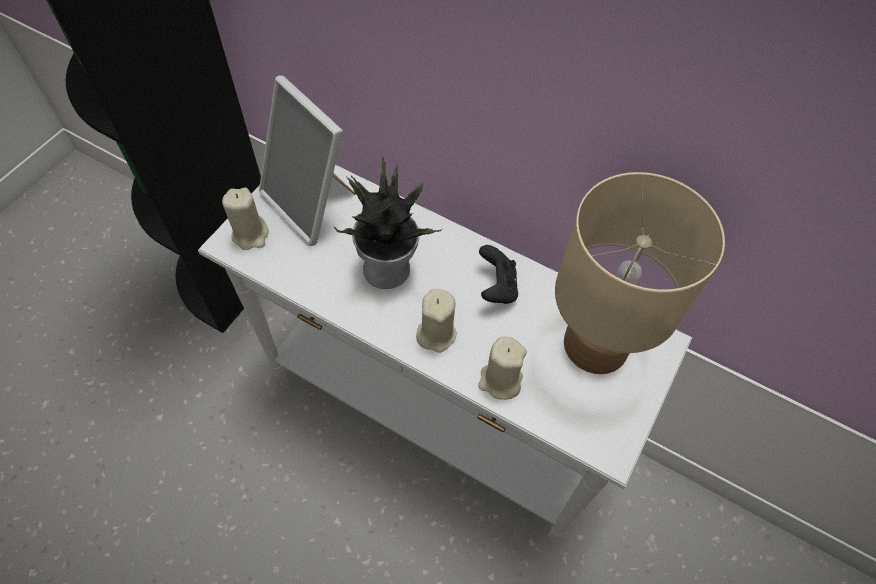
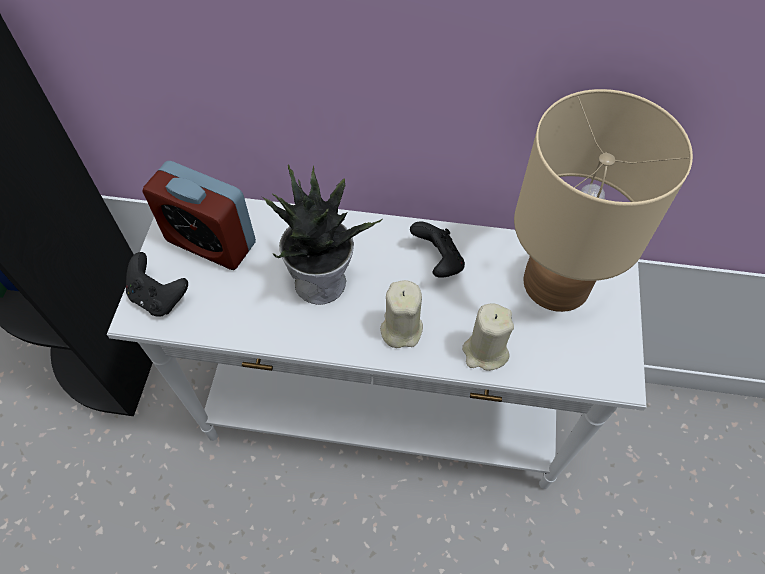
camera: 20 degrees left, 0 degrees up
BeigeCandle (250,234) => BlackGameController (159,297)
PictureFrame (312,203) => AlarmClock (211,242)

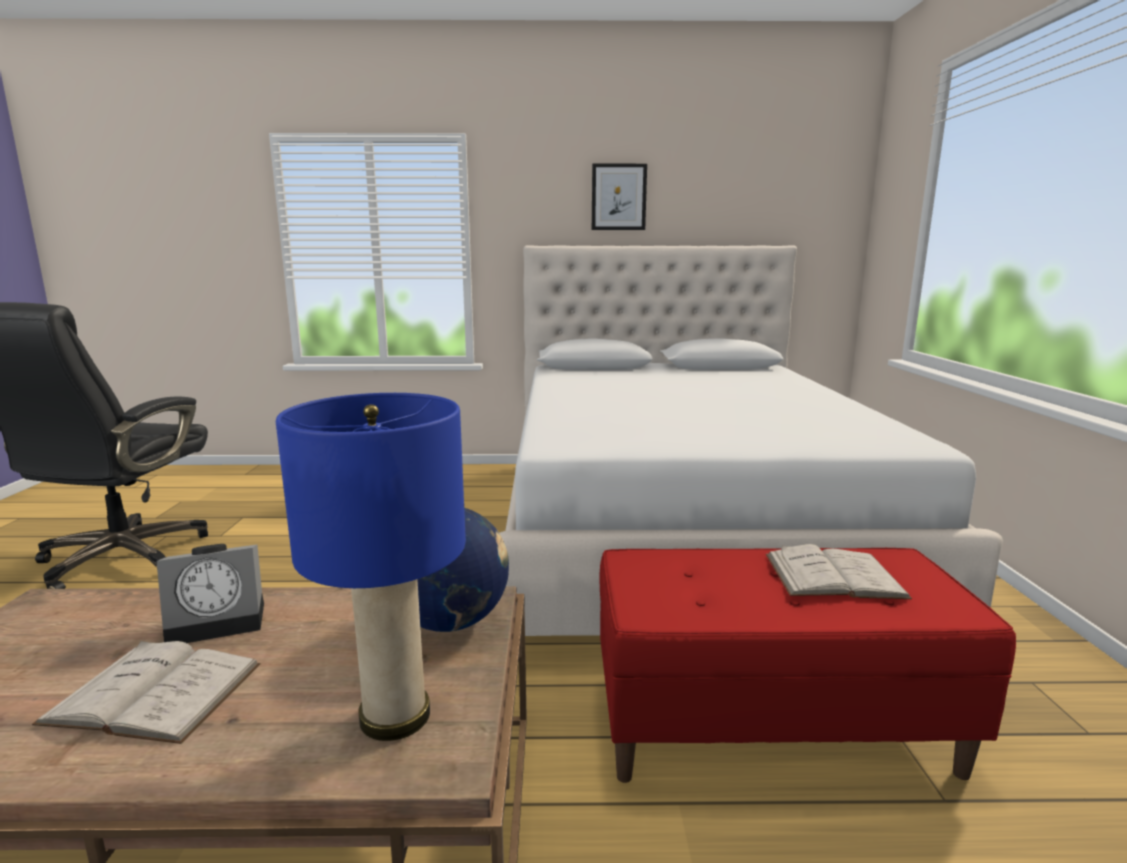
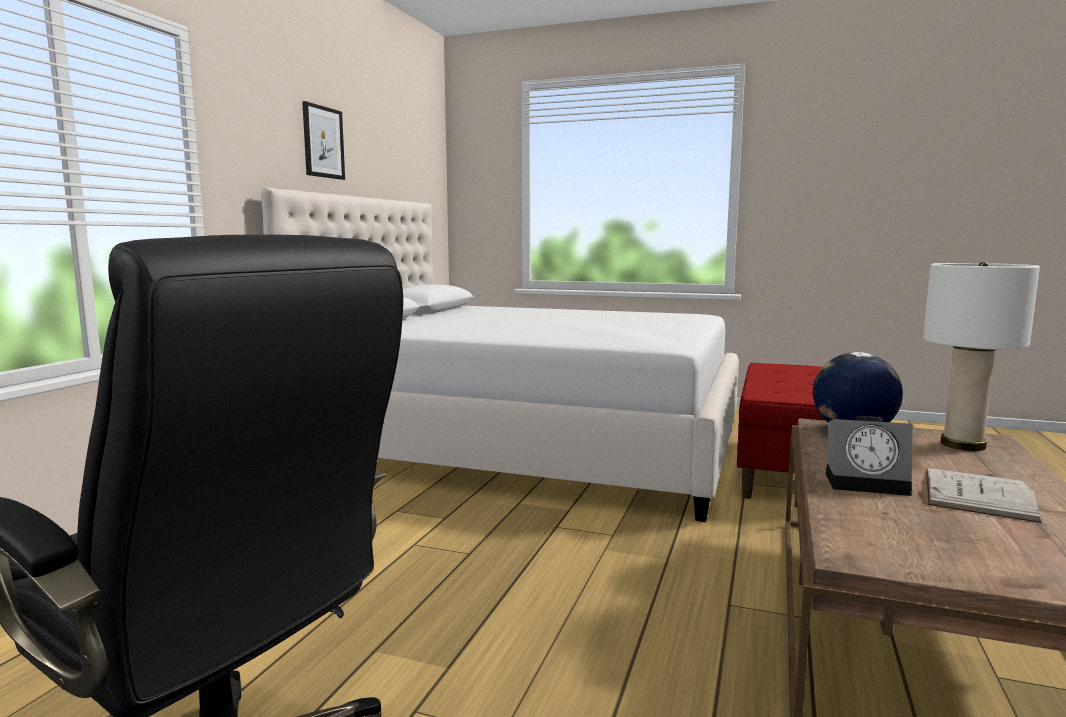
camera: 70 degrees left, 5 degrees down
AlarmClock (221,620) => AlarmClock (868,483), 105 degrees clockwise
BlueTableLamp (394,716) => WhiteTableLamp (962,445)
WhiteBook (833,575) => nothing

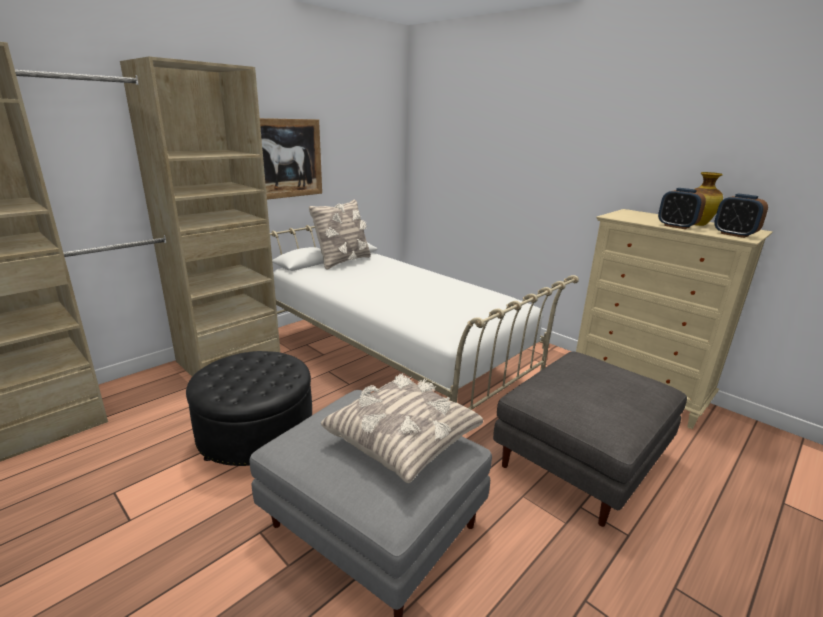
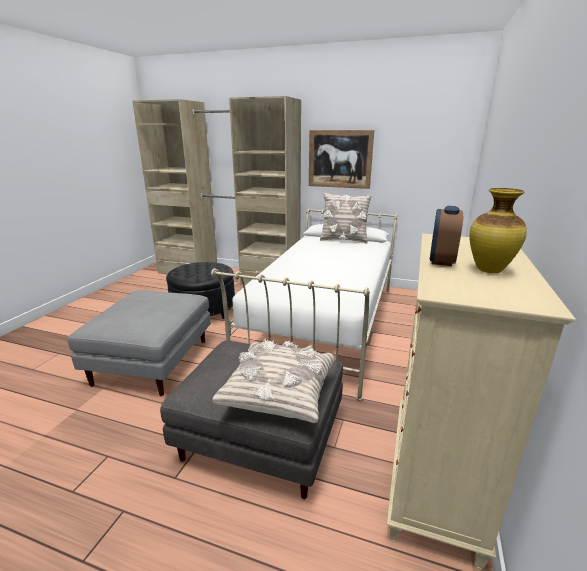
camera: 65 degrees right, 0 degrees up
BeigePillow (402,443) => BeigePillow (279,395), shifted
AlarmClock (734,234) => nothing

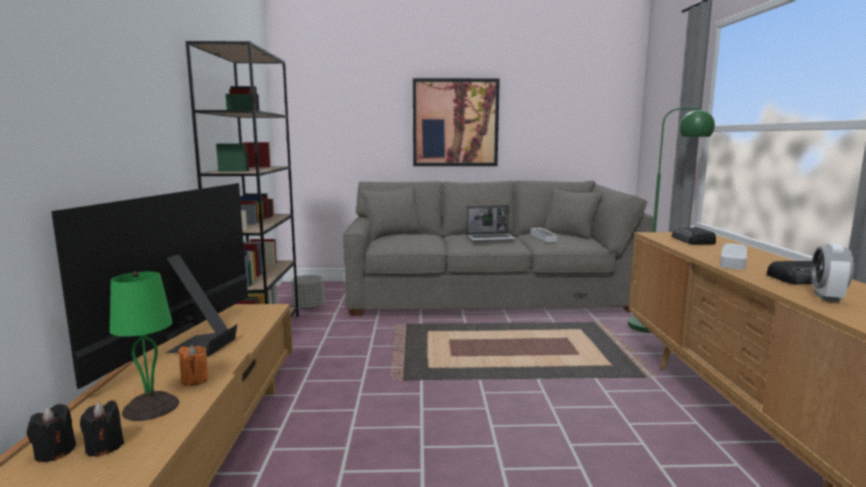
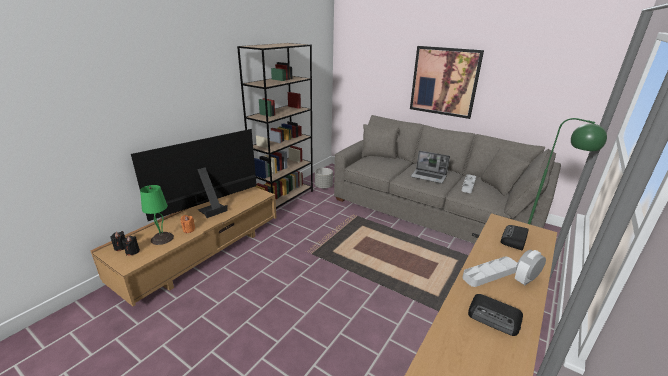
camera: 35 degrees right, 15 degrees up
AlarmClock (827,297) => AlarmClock (525,279), shifted

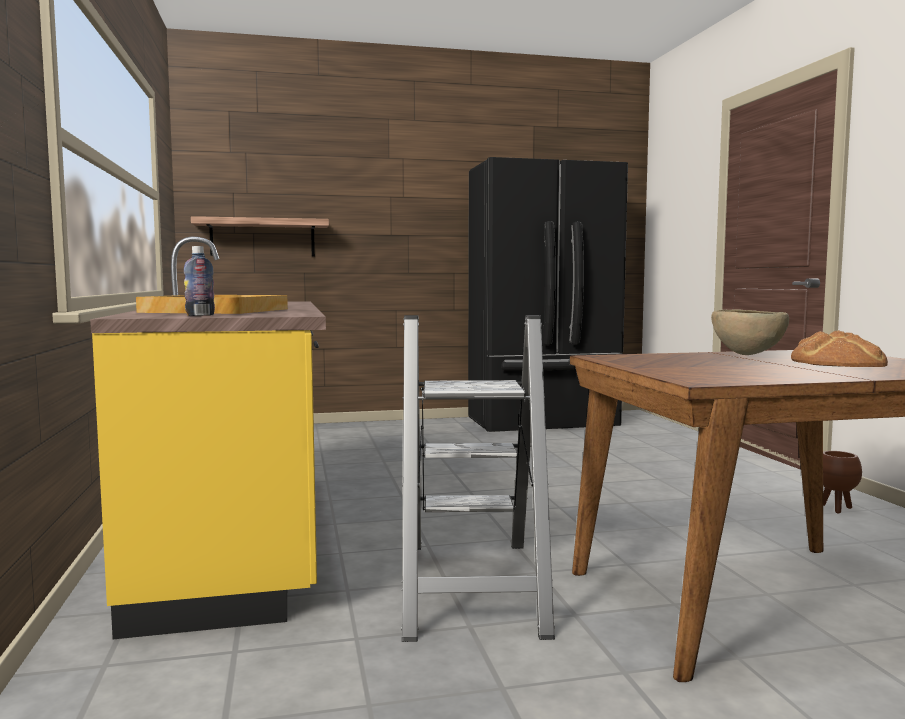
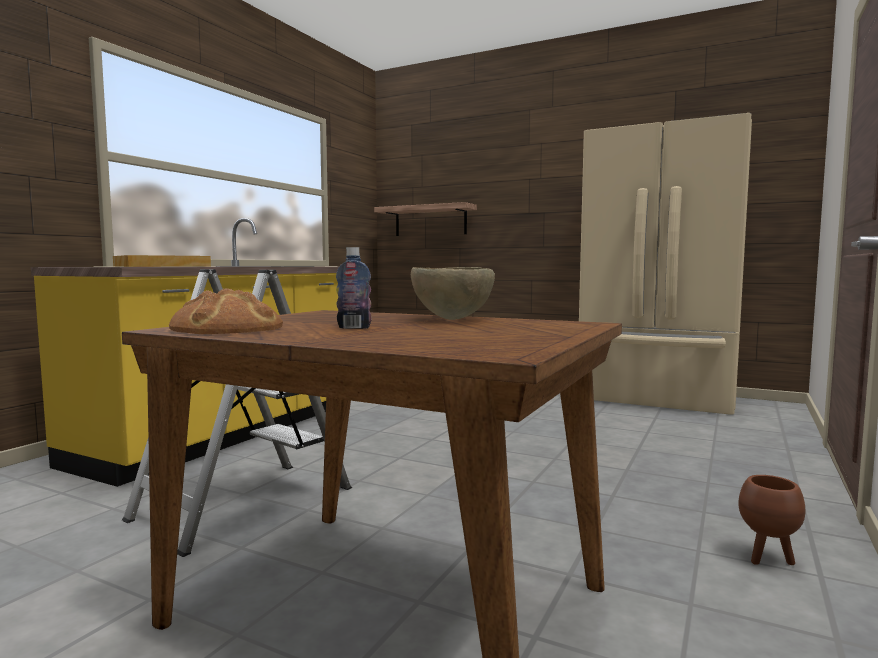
camera: 40 degrees right, 0 degrees up
Bread (837,362) => Bread (228,328), shifted
Bottle (200,315) => Bottle (354,328), shifted
BlackFridge (545,422) => BeigeFridge (655,399)

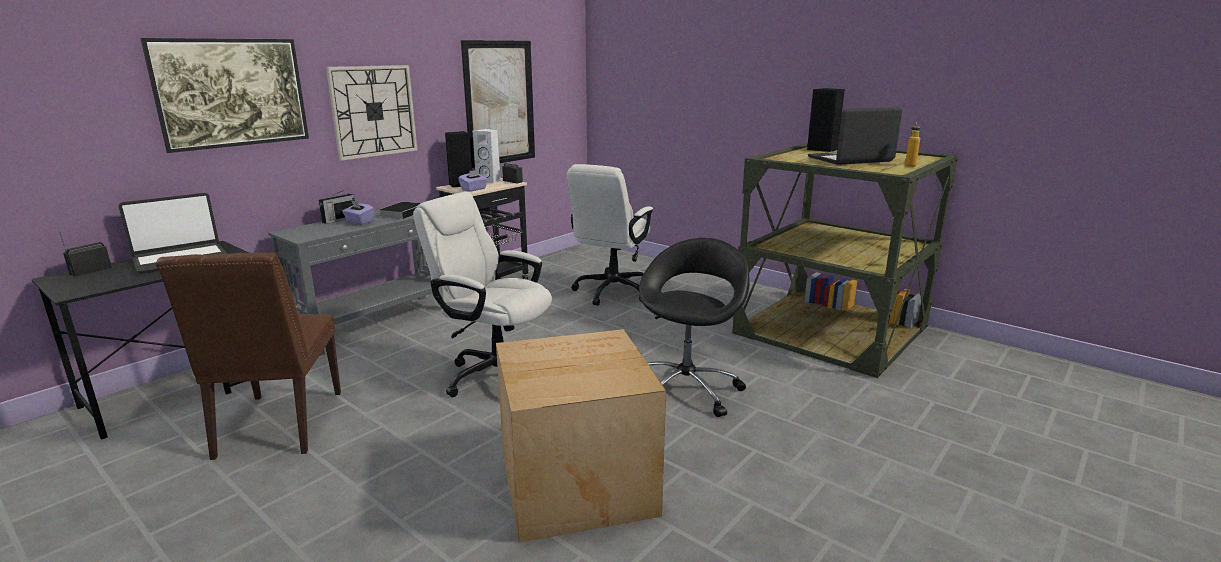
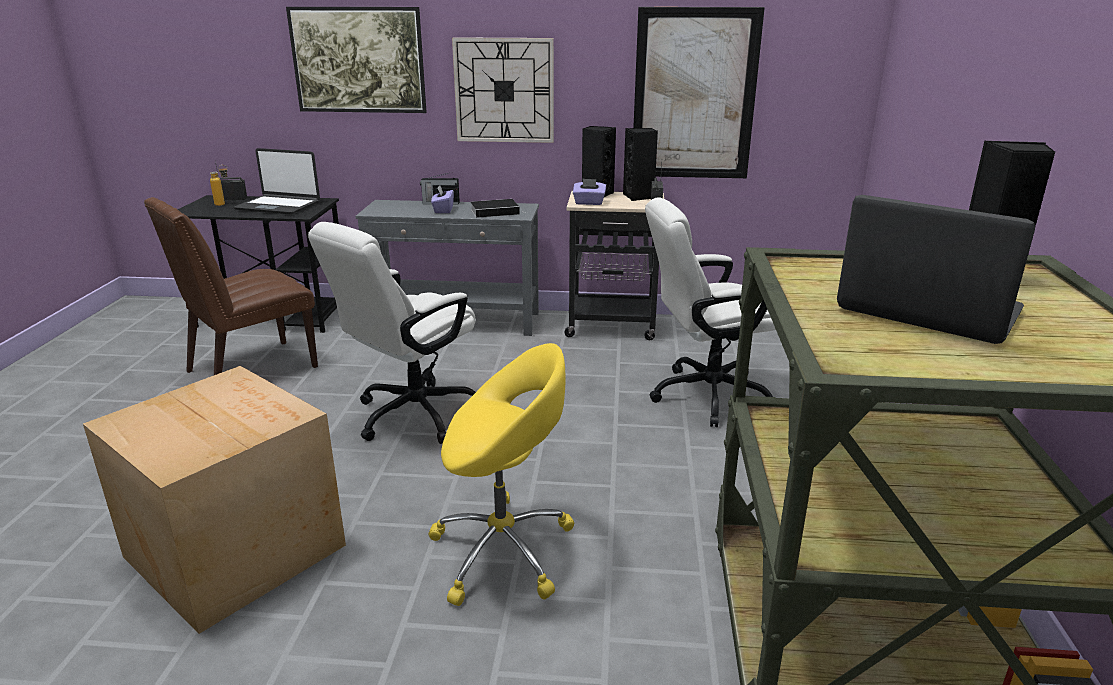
camera: 55 degrees right, 5 degrees up
Bottle (910,165) => Bottle (224,204), shifted
WhiteOfficeChair (494,376) => WhiteOfficeChair (412,417), 135 degrees counterclockwise
BlackOfficeChair (688,388) => YellowOfficeChair (505,550)
WhiteSpeaker (489,180) => BlackSpeaker (639,197)

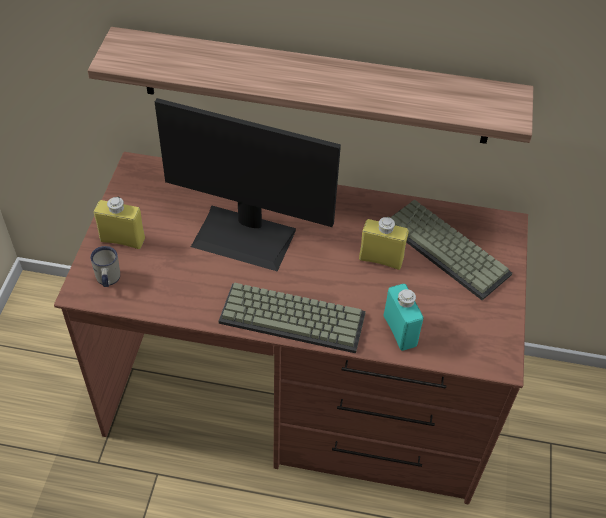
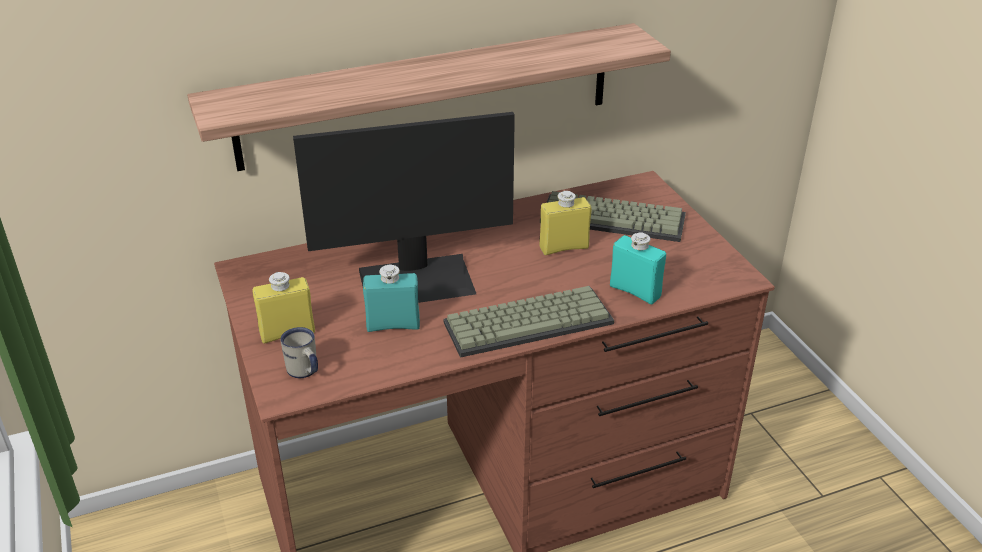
camera: 30 degrees left, 15 degrees down
nothing => TurquoiseBottle (393,325)

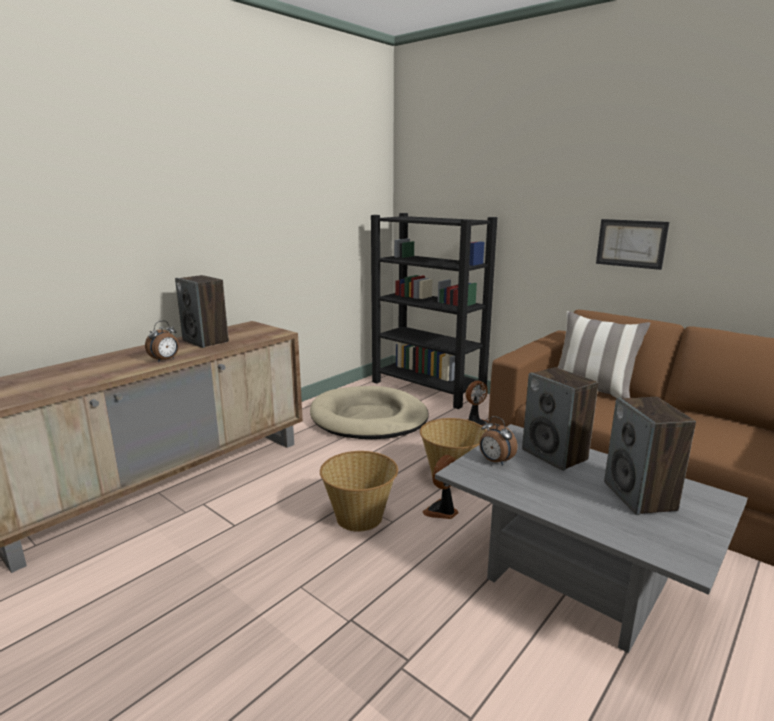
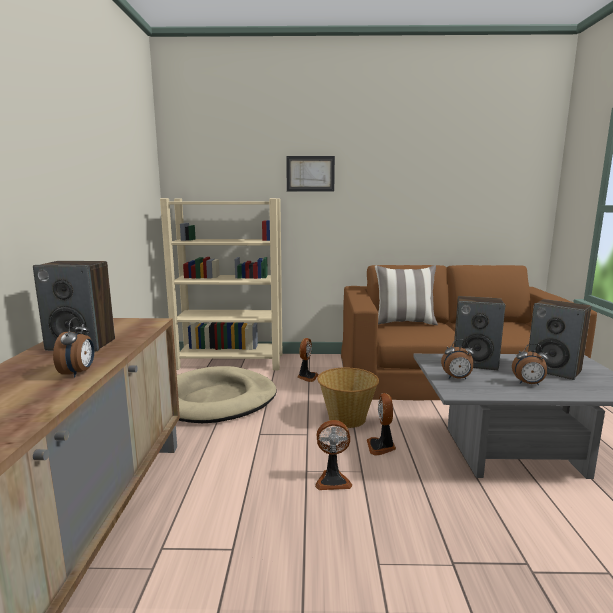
camera: 40 degrees left, 5 degrees down
BlackBookcase (427,388) => BeigeBookcase (230,361)
Picture (631,243) => Picture (310,173), shifted
Basket (359,516) => Fan (332,480)
nothing => AlarmClock (528,384)

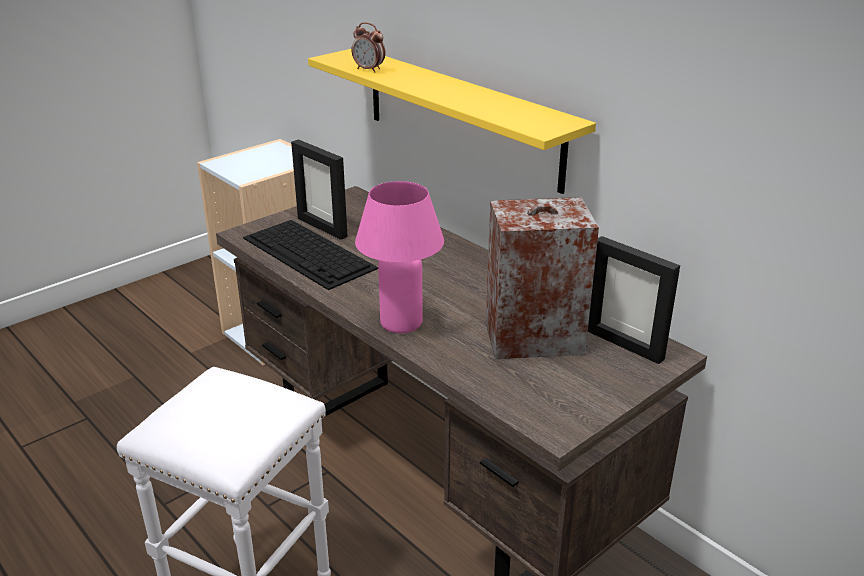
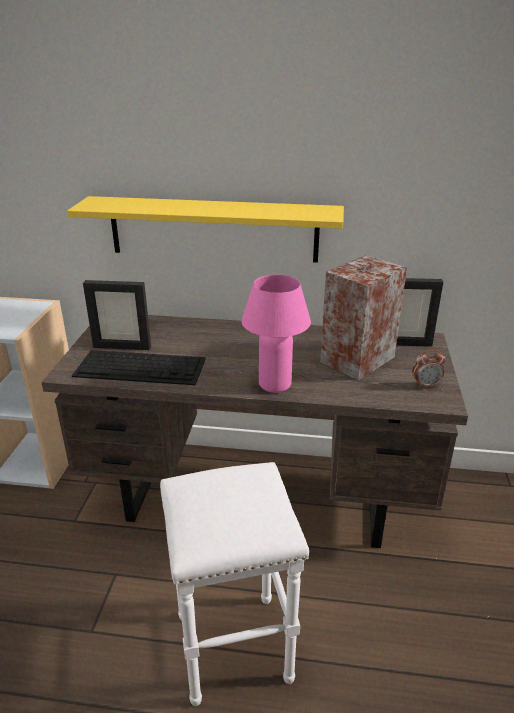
camera: 40 degrees left, 0 degrees up
AlarmClock (369,70) => AlarmClock (426,385), shifted

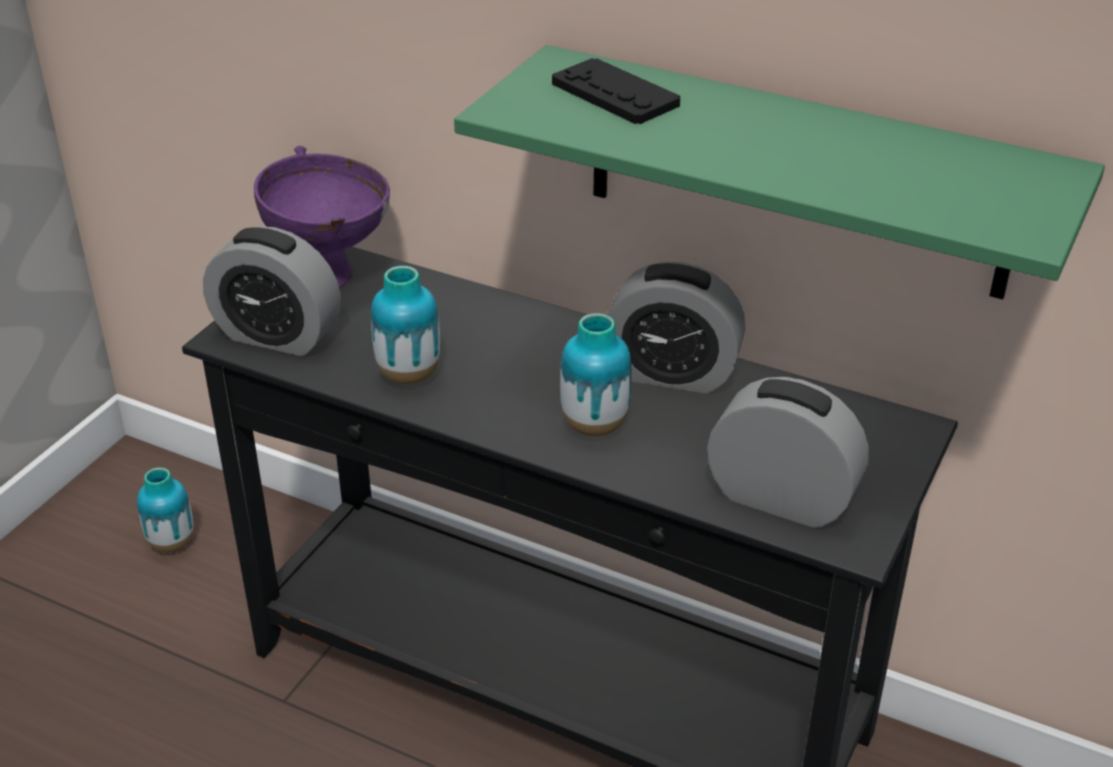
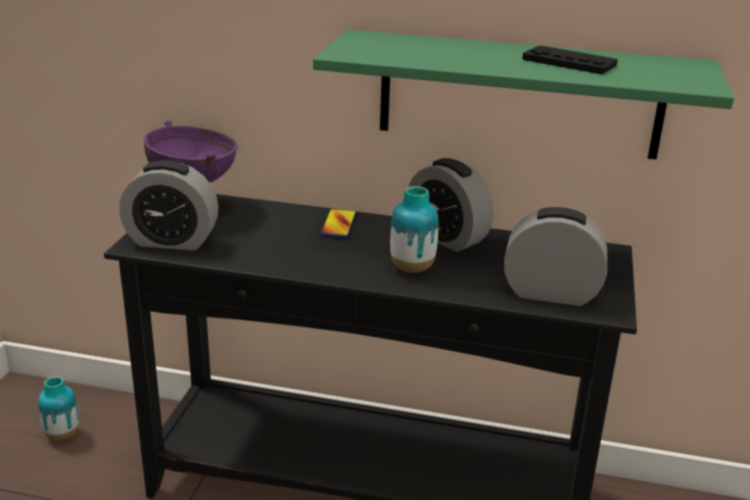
camera: 15 degrees left, 10 degrees down
nothing => Phone (338,224)
AlarmClock (671,373) => AlarmClock (446,238), 45 degrees clockwise
BlackGameController (615,94) => BlackGameController (569,62), shifted
Vase (409,375) => nothing

